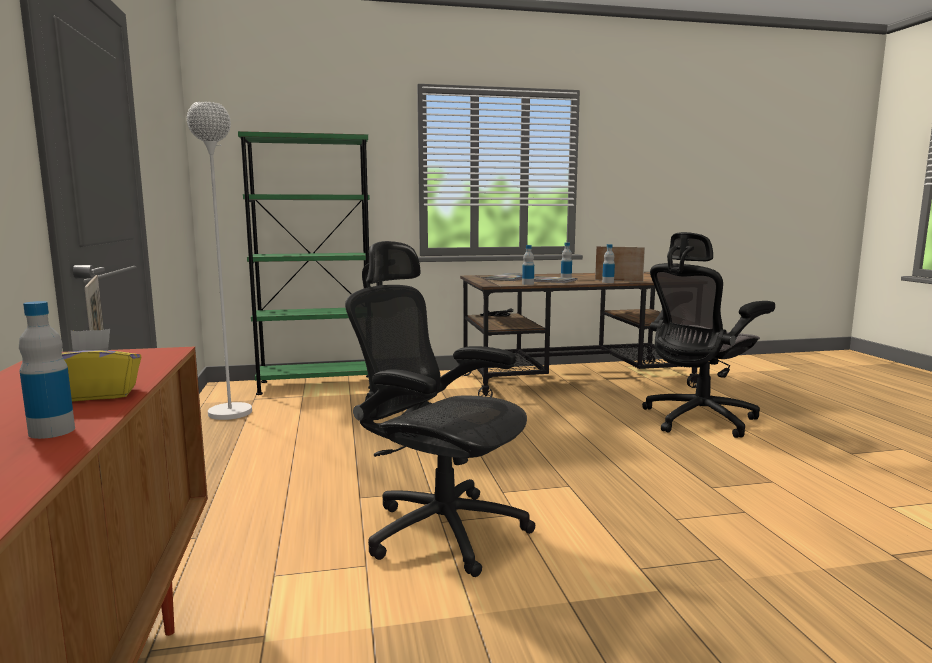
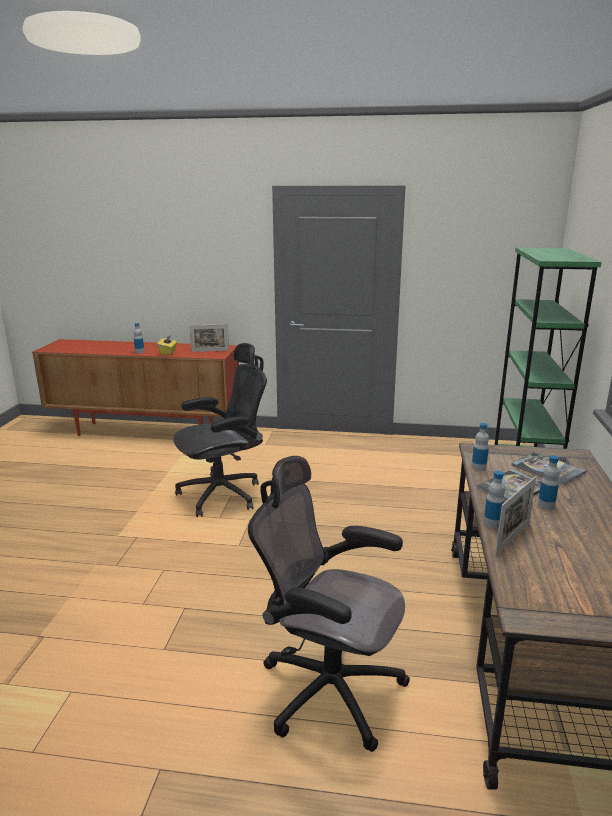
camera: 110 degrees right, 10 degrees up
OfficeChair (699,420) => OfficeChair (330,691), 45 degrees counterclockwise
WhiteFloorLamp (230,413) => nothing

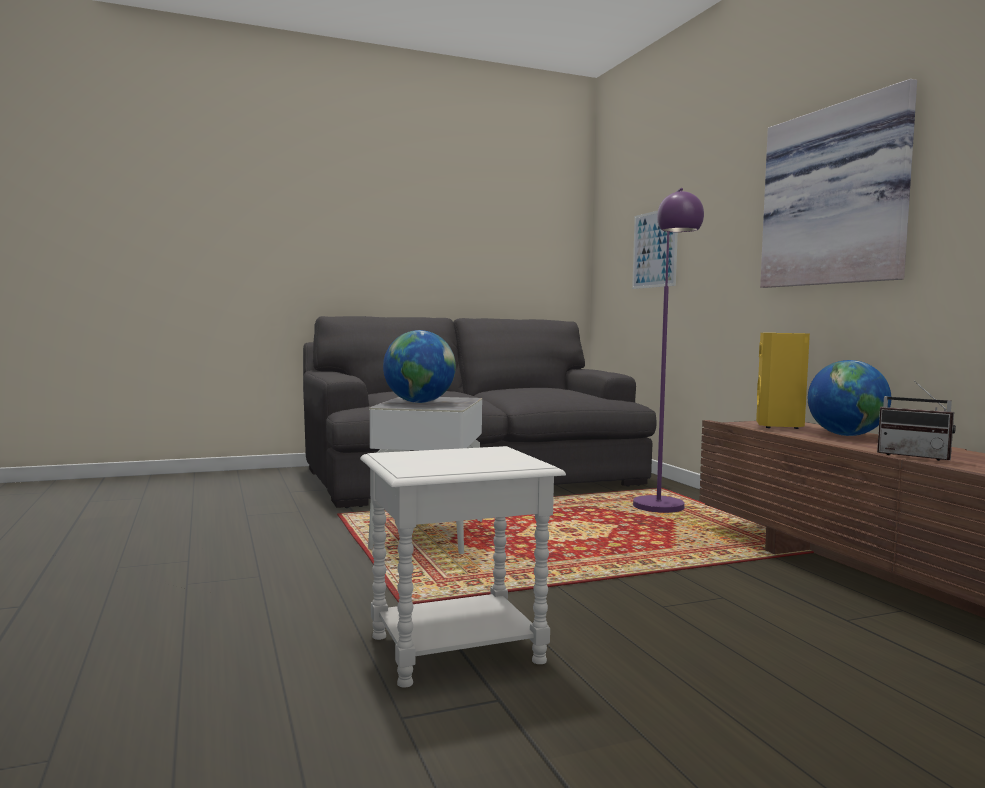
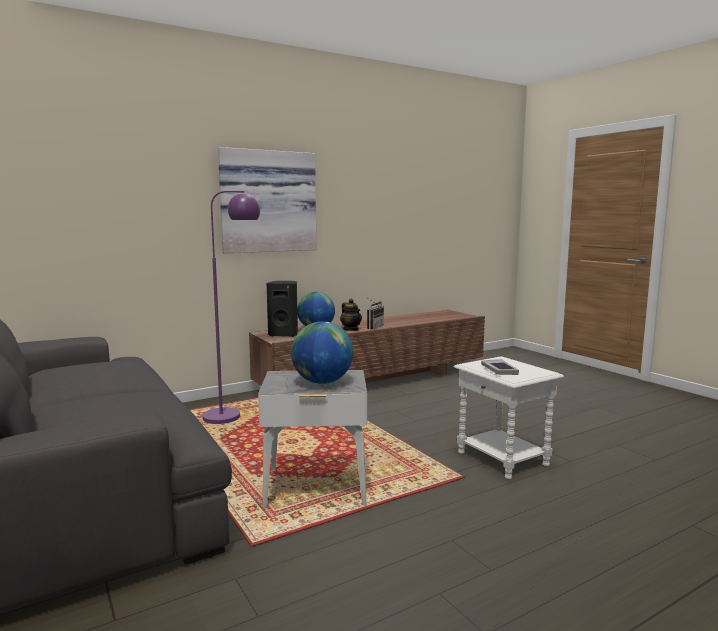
camera: 100 degrees left, 5 degrees up
YellowSpeaker (780,426) => BlackSpeaker (284,334)
nothing => Teapot (351,329)
nothing => Book (499,370)
Picture (654,249) => nothing

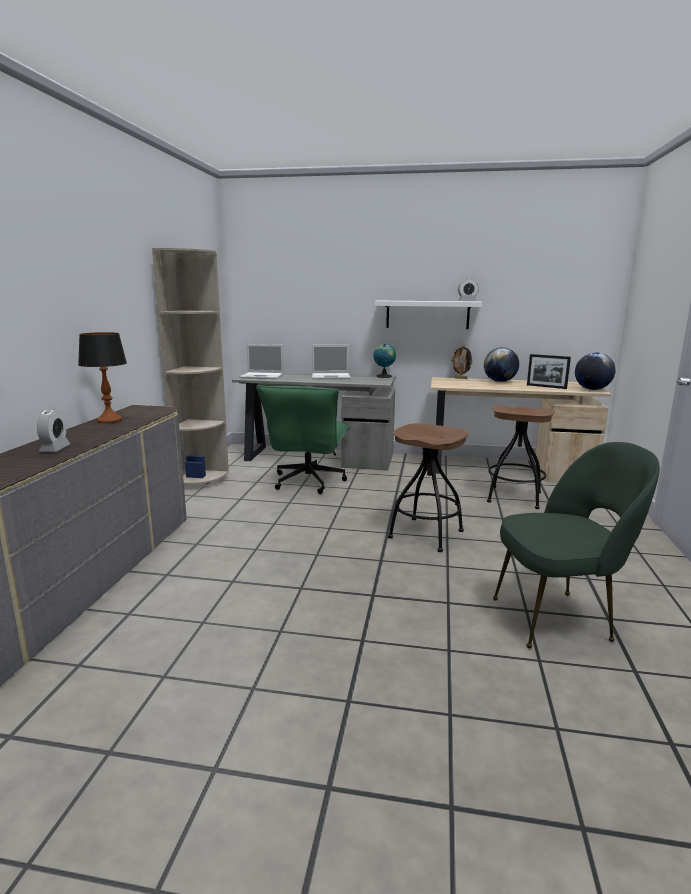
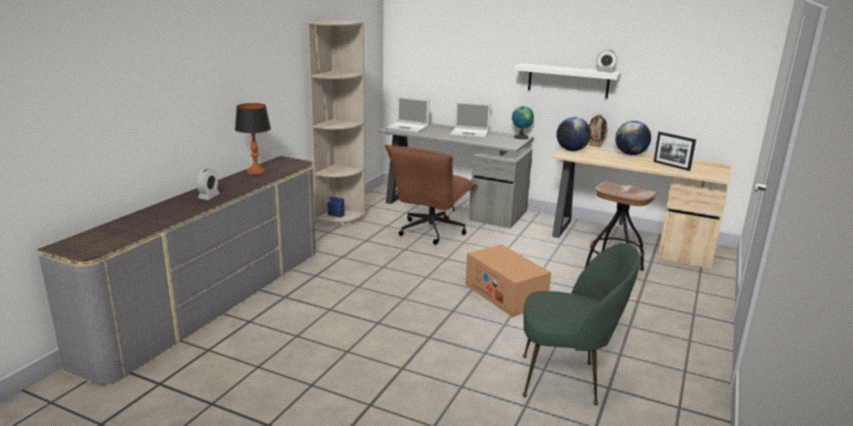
camera: 15 degrees right, 5 degrees up
GreenOfficeChair (308,481) => BrownOfficeChair (431,230)
BrownStool (426,534) => CardboardBox (505,294)
Globe (592,389) => Globe (571,150), shifted

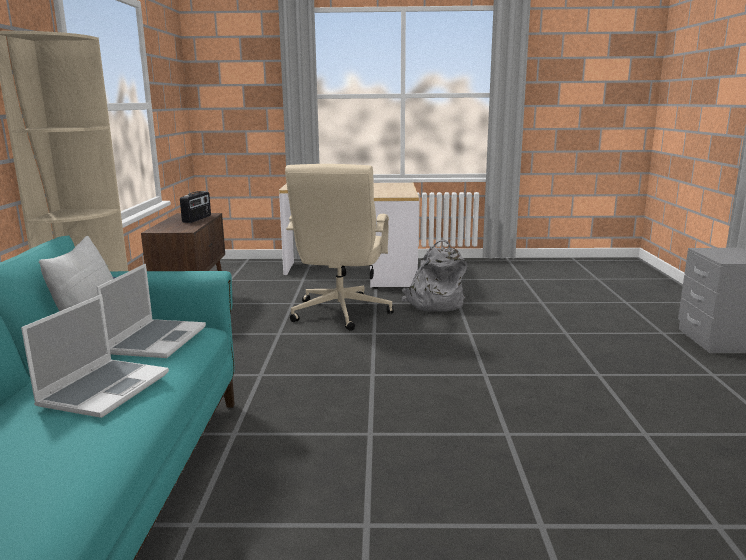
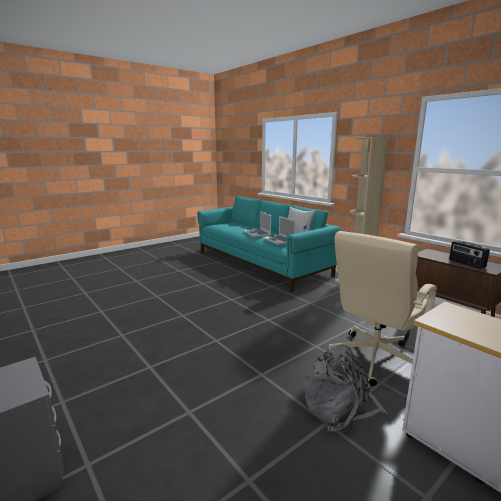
camera: 140 degrees right, 0 degrees up
BeigeOfficeChair (341,312) => BeigeOfficeChair (375,357), 105 degrees counterclockwise

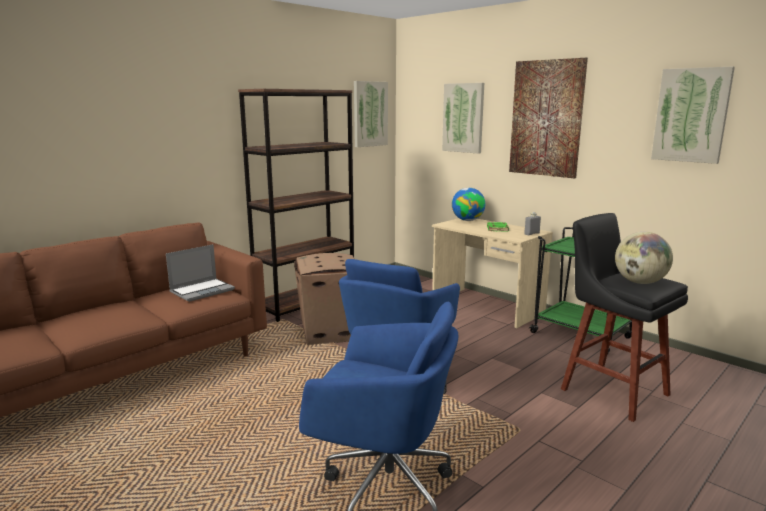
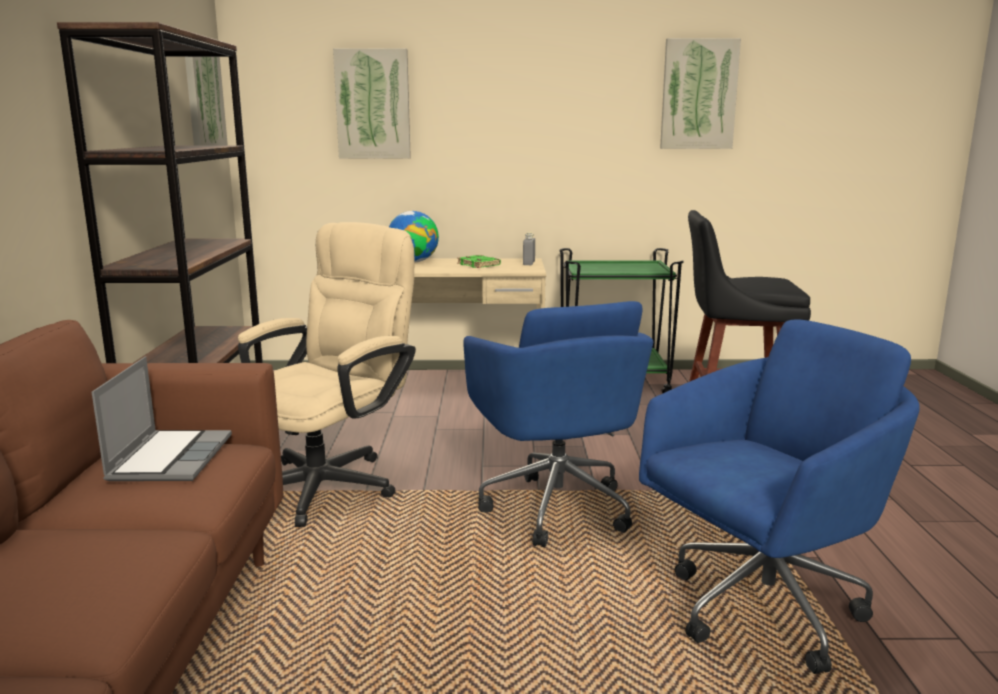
camera: 45 degrees left, 0 degrees up
CardboardBox (329,333) => BeigeOfficeChair (331,482)
Picture (546,118) => nothing
Globe (639,282) => nothing

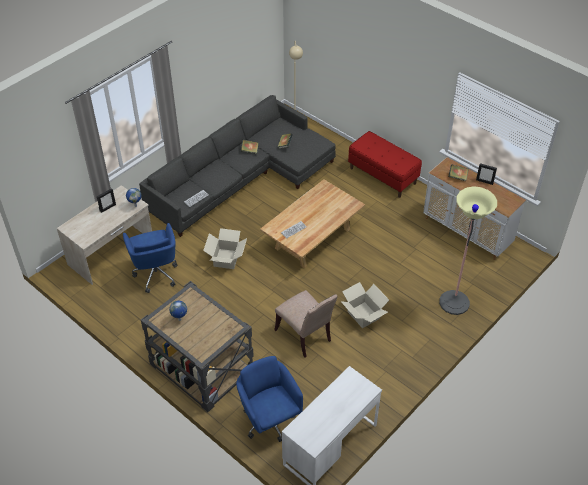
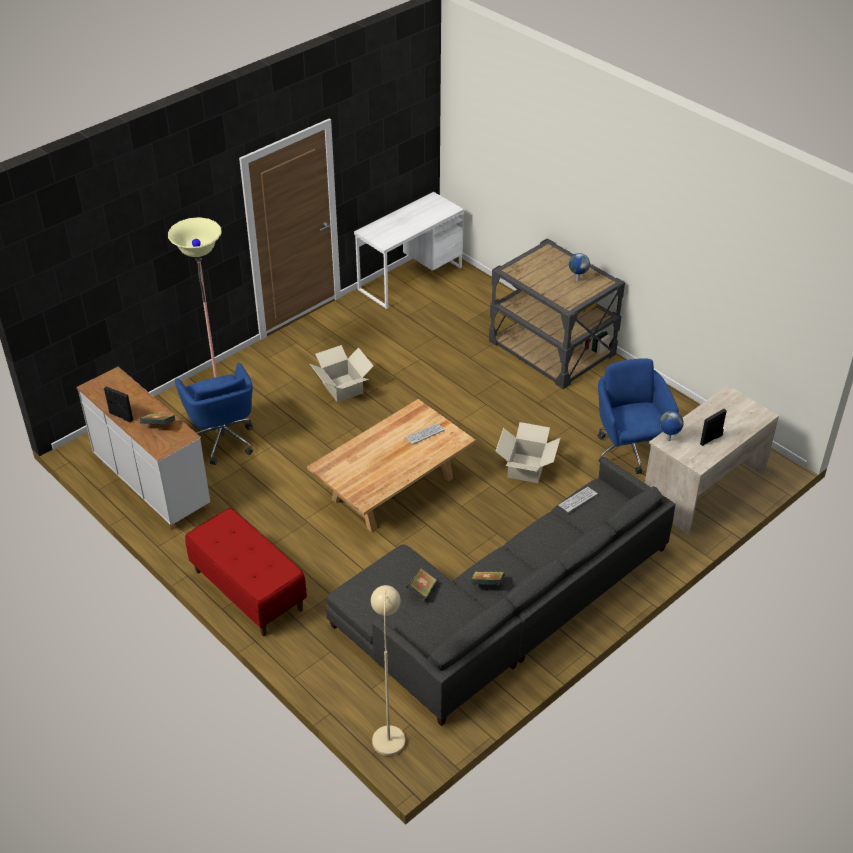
camera: 175 degrees left, 5 degrees down
BlueOfficeChair (270,423) => BlueOfficeChair (222,440), shifted
BeigeChair (305,336) => nothing

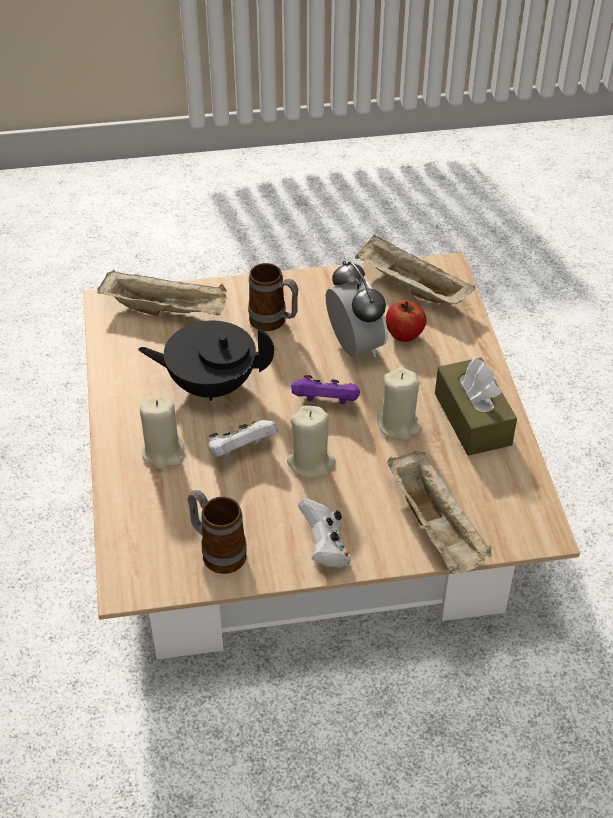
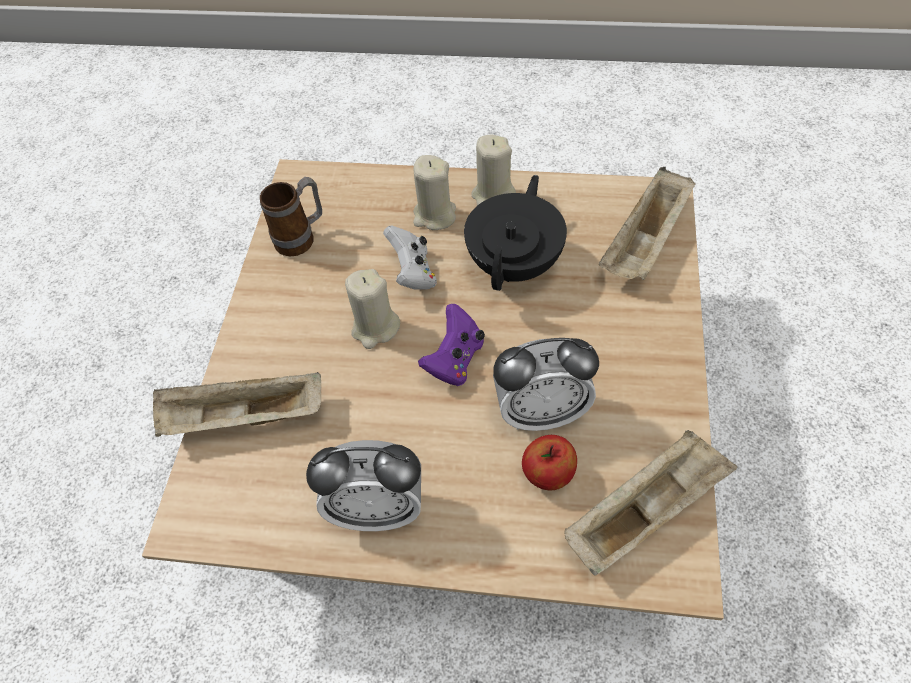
camera: 110 degrees right, 10 degrees up
BrownTissueBox (472,419) => AlarmClock (378,508)
BeigeCandle (399,425) => BeigeCandle (493,195), shifted
Mug (274,323) => nothing
WhiteGameController (325,548) => nothing

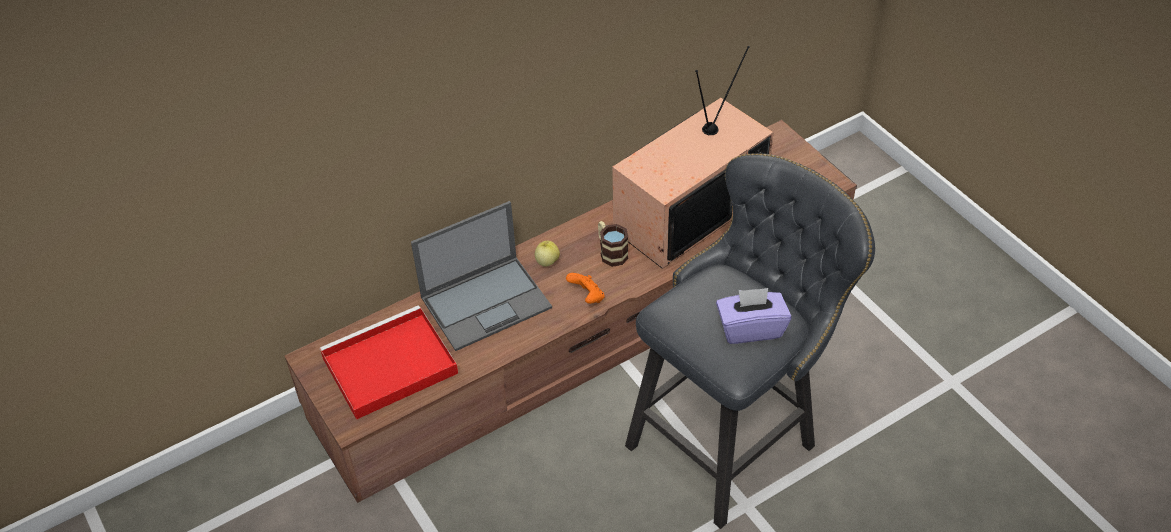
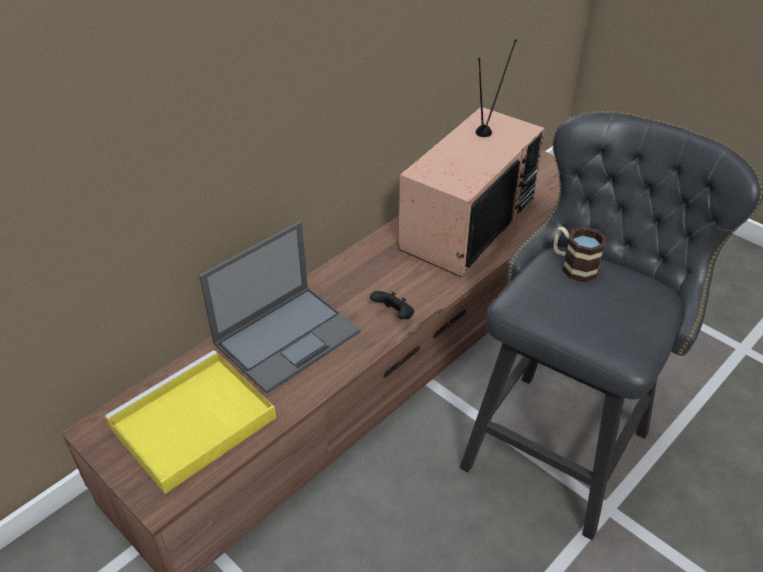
camera: 15 degrees left, 5 degrees down
RedTray (387,367) => YellowTray (191,425)
OrangeGameController (587,297) => BlackGameController (394,315)
Mug (610,252) => Mug (573,266), shifted
Apple (547,261) => nothing
PurpleTissueBox (750,328) => nothing

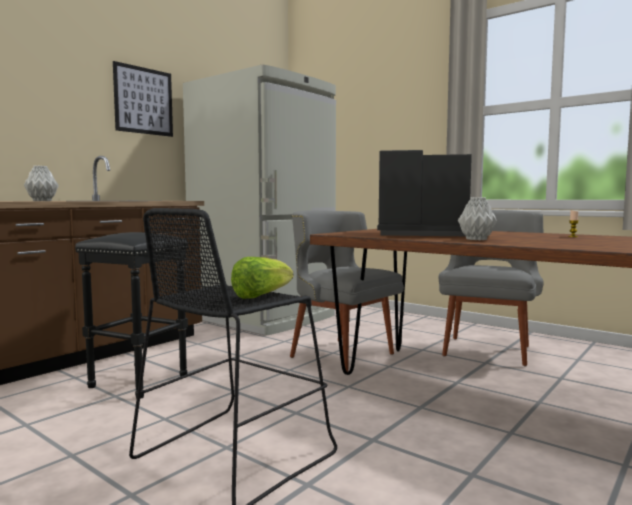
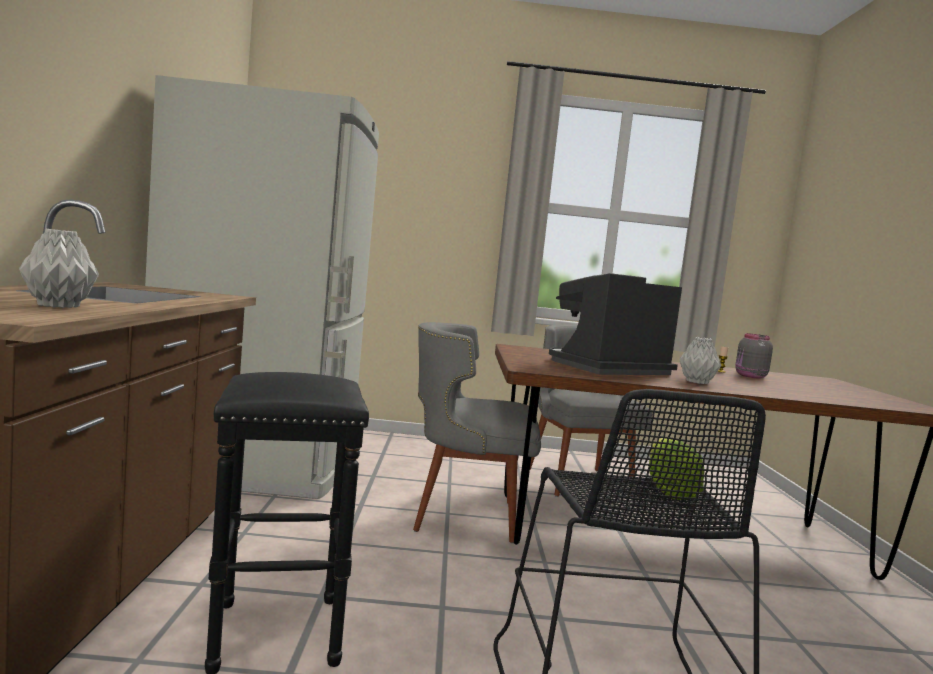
camera: 40 degrees left, 0 degrees up
nothing => GreyJar (750,376)
Picture (143,101) => nothing

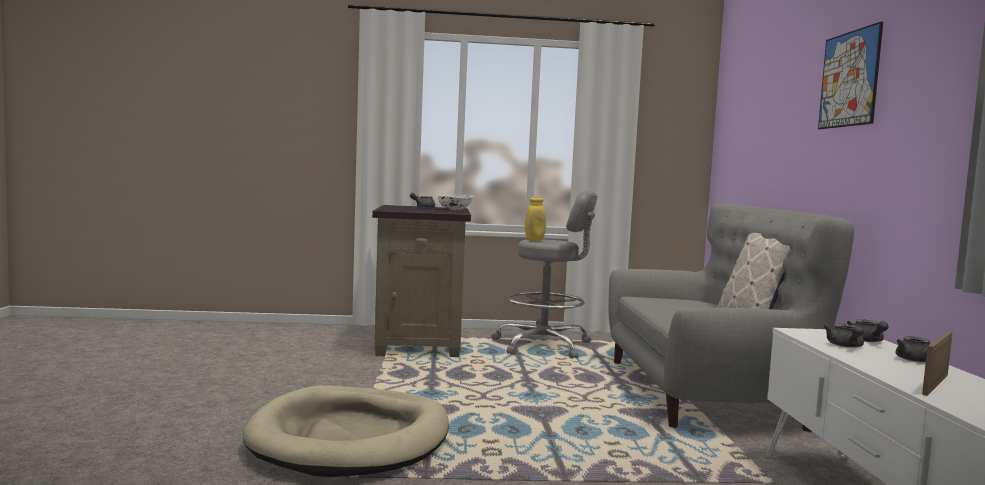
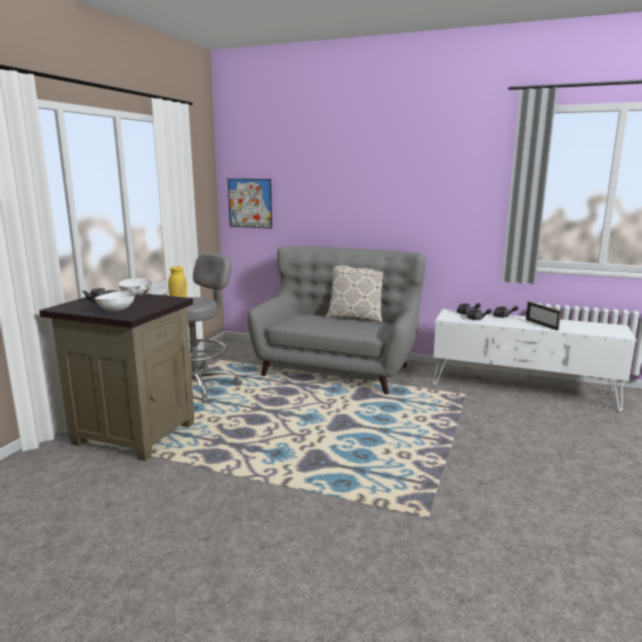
camera: 65 degrees left, 10 degrees up
nothing => WhiteBowl (116,310)
Picture (849,79) => Picture (250,203), shifted
BeigeDogBed (351,438) => nothing

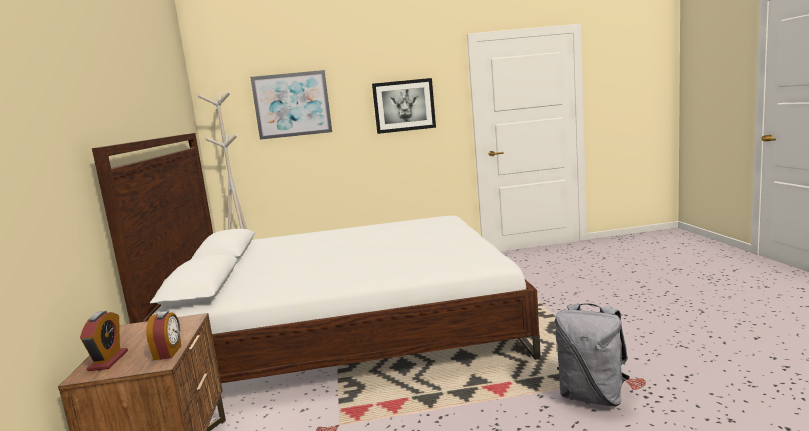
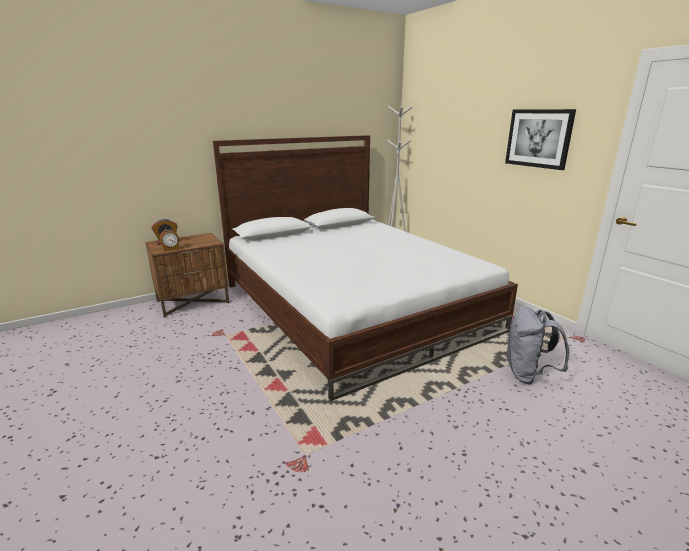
camera: 65 degrees right, 10 degrees up
GreyBackpack (592,396) => GreyBackpack (528,374), shifted
Picture (292,105) => nothing

